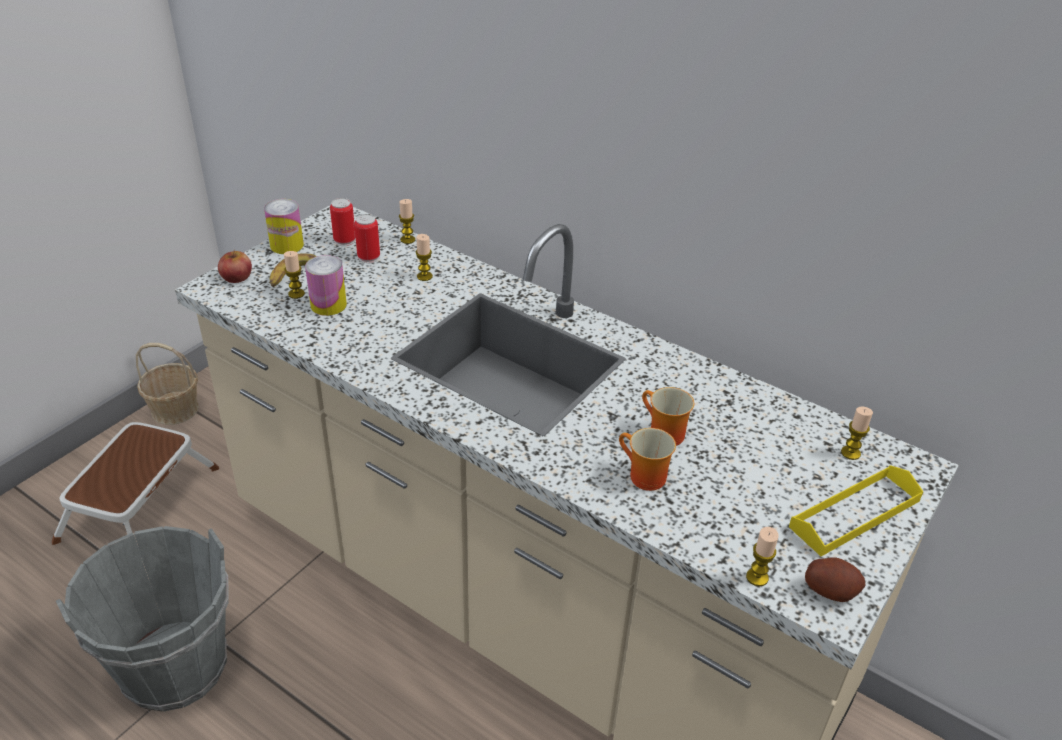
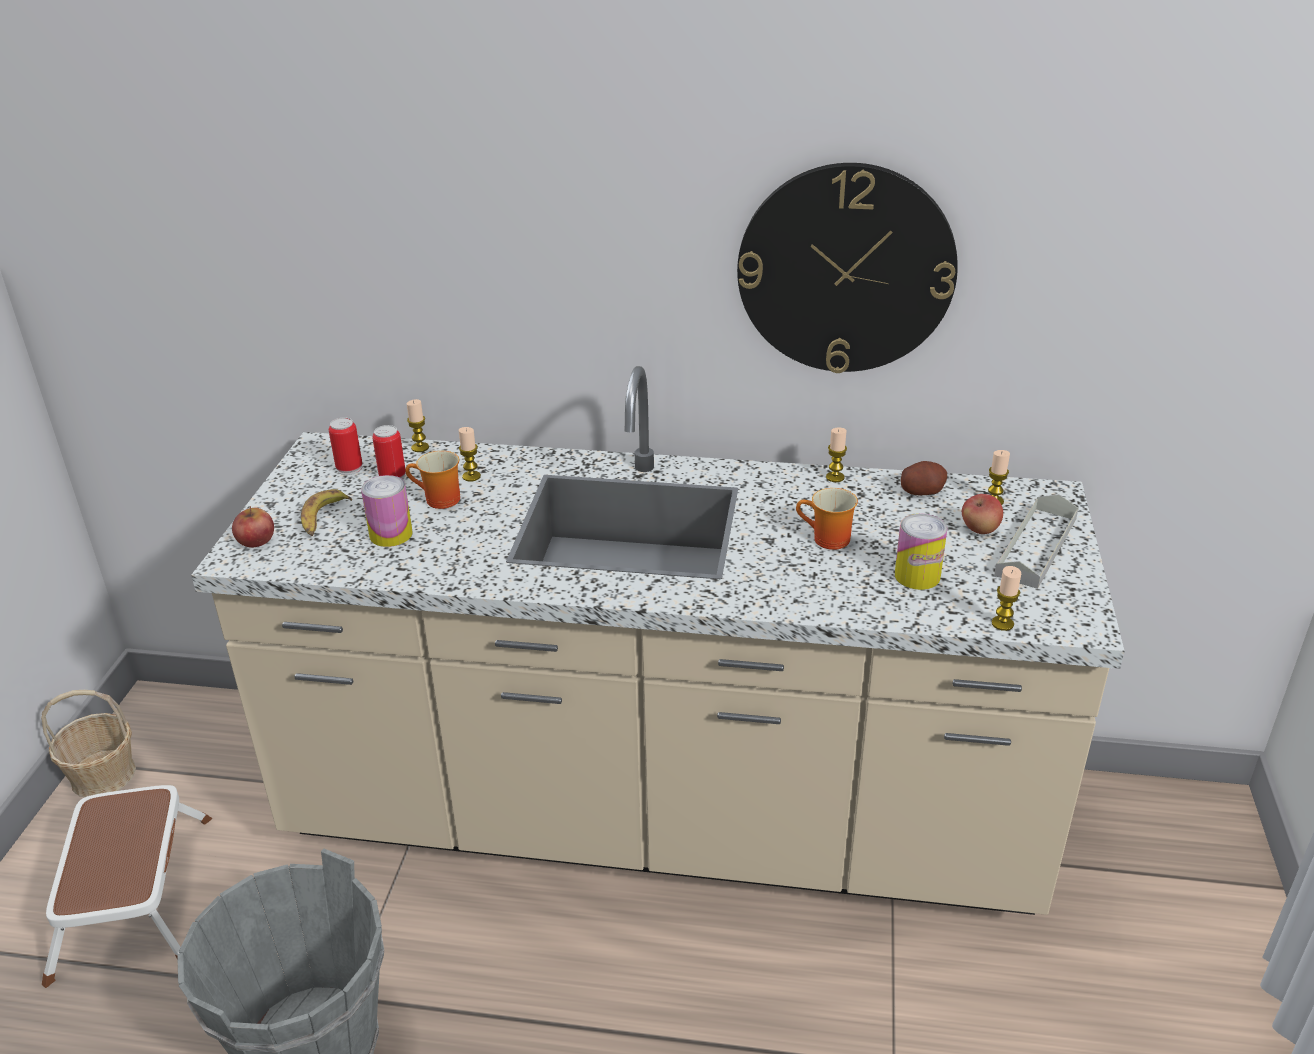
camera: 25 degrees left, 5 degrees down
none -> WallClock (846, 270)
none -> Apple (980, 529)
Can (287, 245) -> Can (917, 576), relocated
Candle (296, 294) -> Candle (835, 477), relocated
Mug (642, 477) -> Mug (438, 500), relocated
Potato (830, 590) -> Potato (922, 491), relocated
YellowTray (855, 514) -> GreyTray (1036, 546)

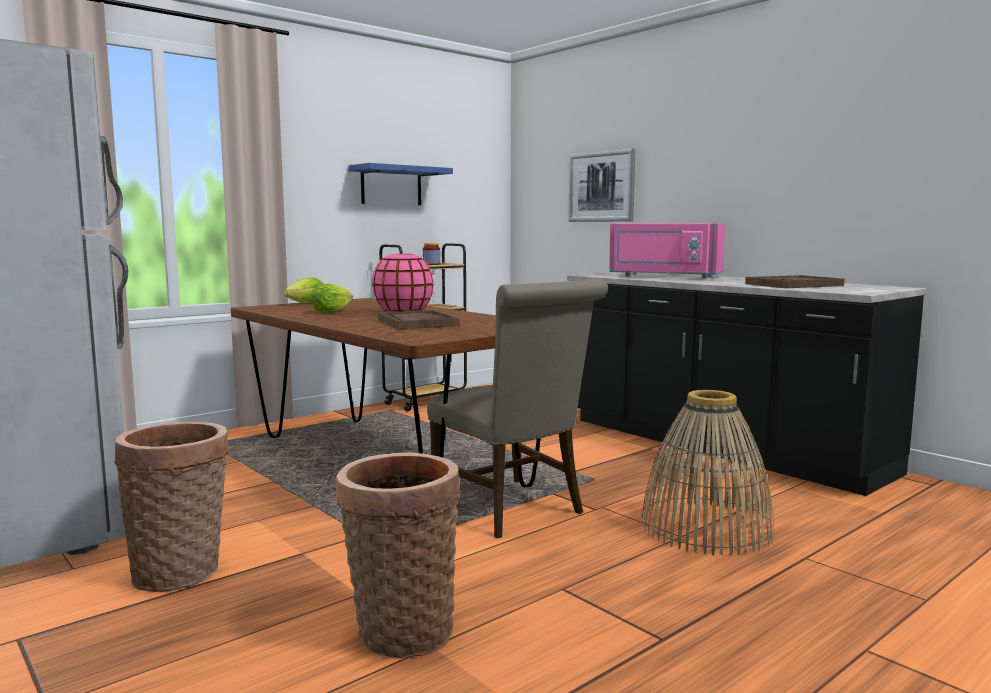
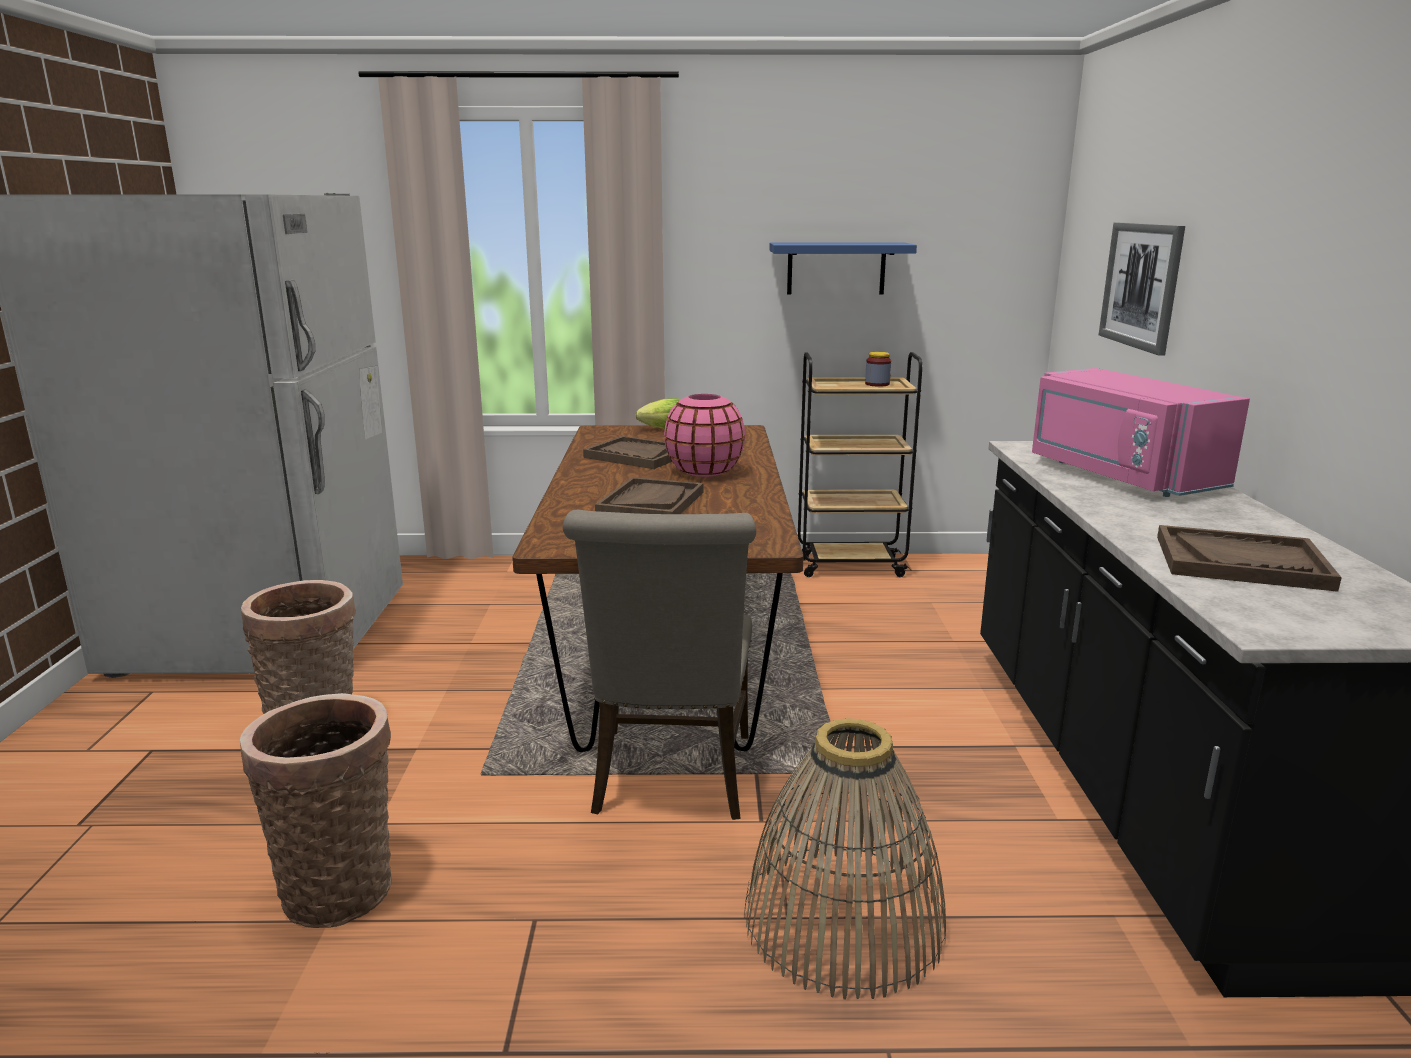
camera: 40 degrees right, 10 degrees up
Lettuce (330, 312) -> BrownTray (637, 455)

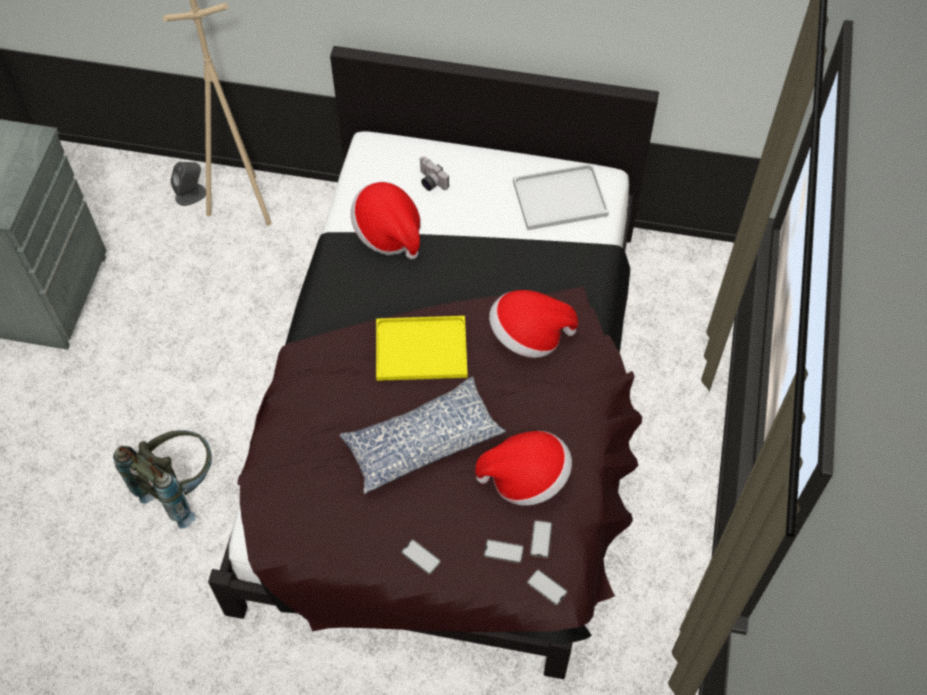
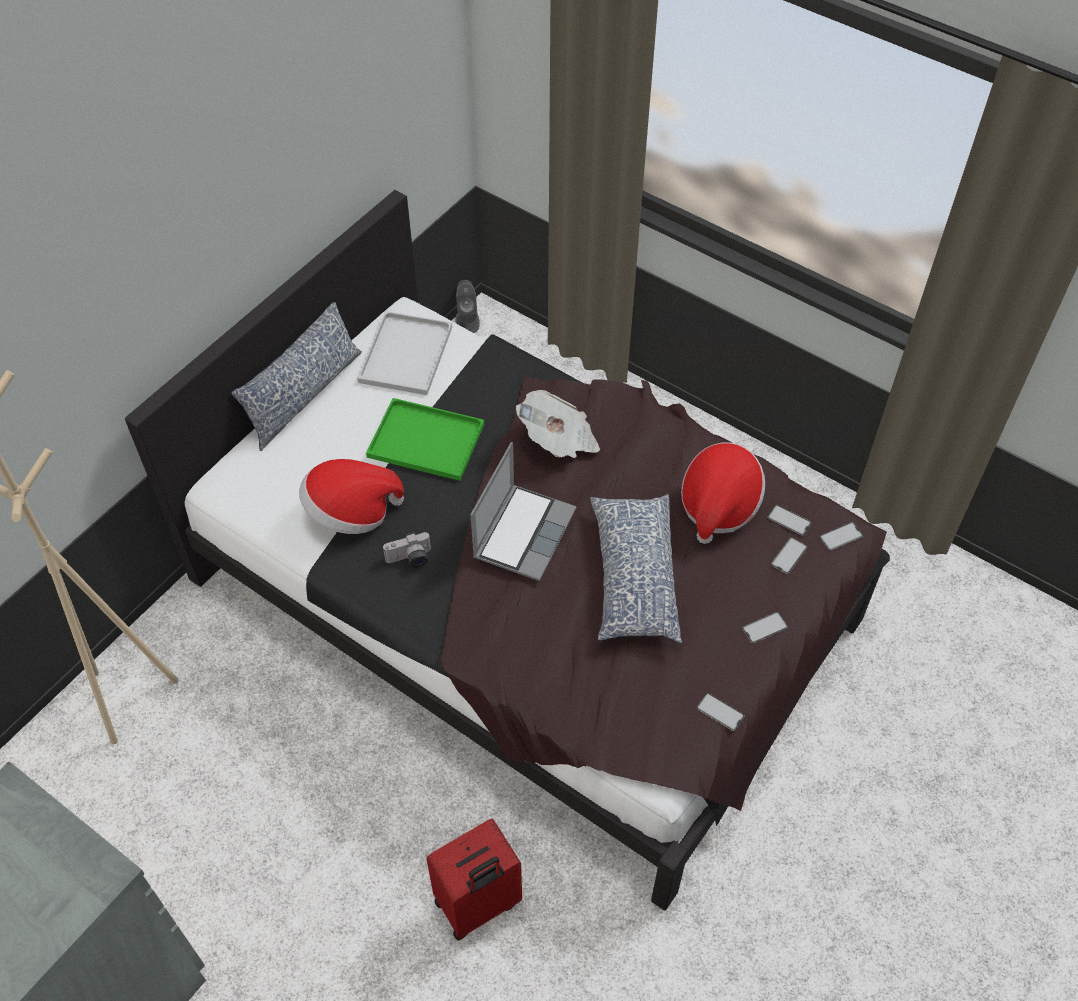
camera: 65 degrees left, 5 degrees down
none -> Pillow (304, 395)
none -> GreenTray (428, 440)
none -> Phone (720, 712)
GreySpeaker (191, 194) -> GreySpeaker (467, 321), relocated
PhotoCamera (430, 182) -> PhotoCamera (410, 559), relocated
GreyBackpack (180, 486) -> RedSuitcase (478, 905)
YellowTray (423, 348) -> Laptop (523, 532)
Hat (529, 335) -> Newspaper (559, 440)

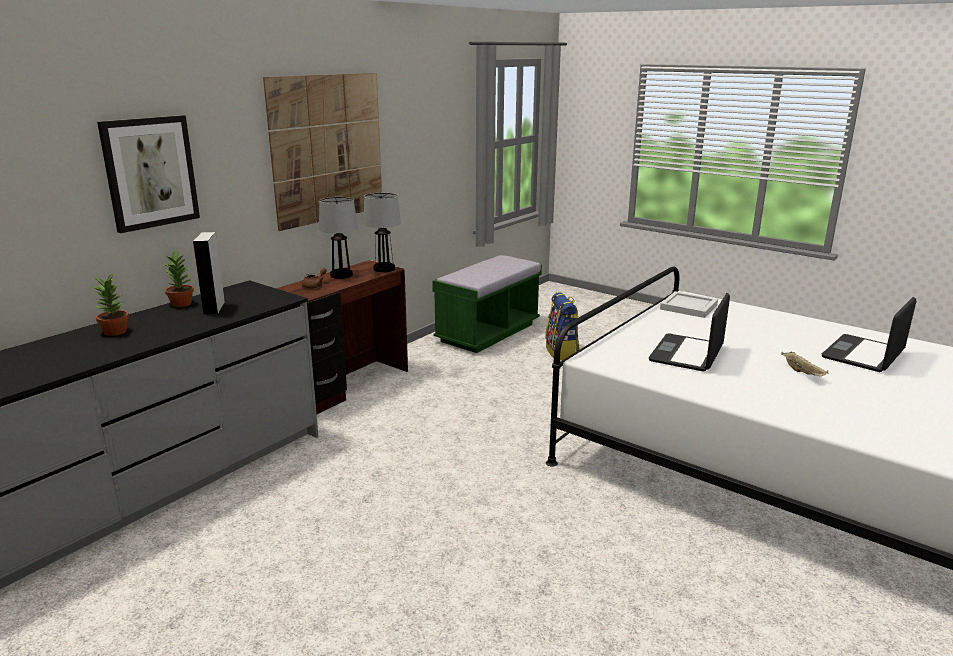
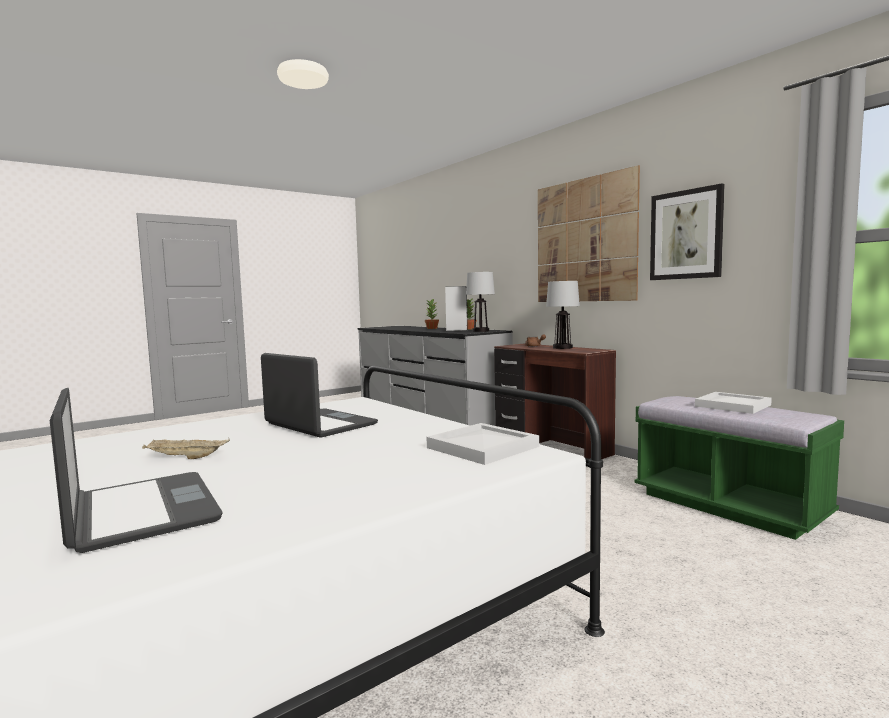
camera: 105 degrees right, 15 degrees down
Backpack (562, 352) -> none
none -> WhiteTray (732, 405)
Picture (150, 172) -> Picture (686, 235), relocated
TableLamp (383, 269) -> TableLamp (481, 331), relocated

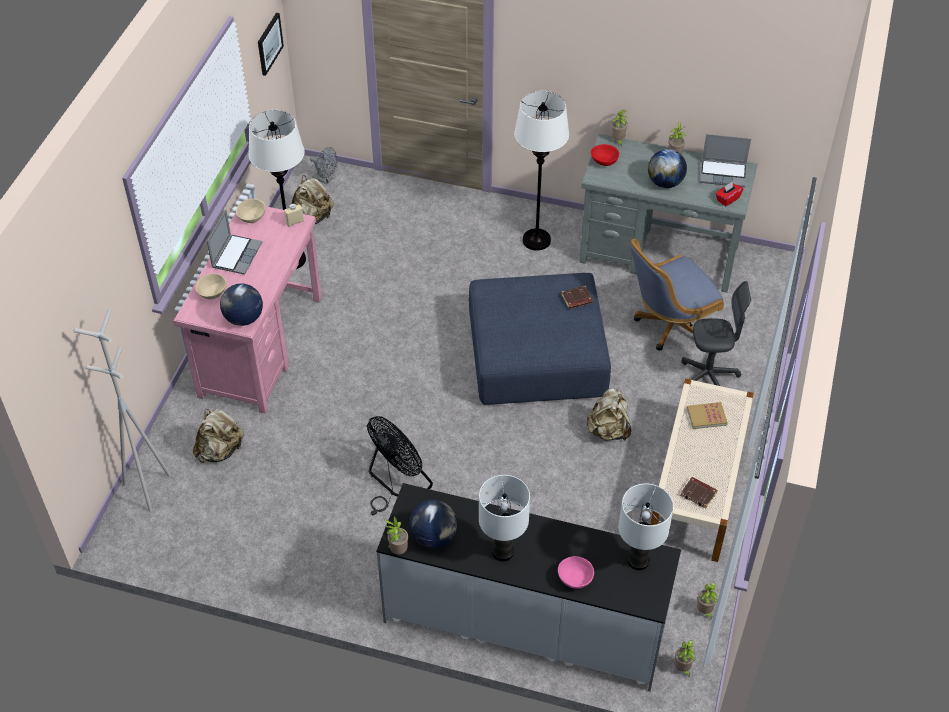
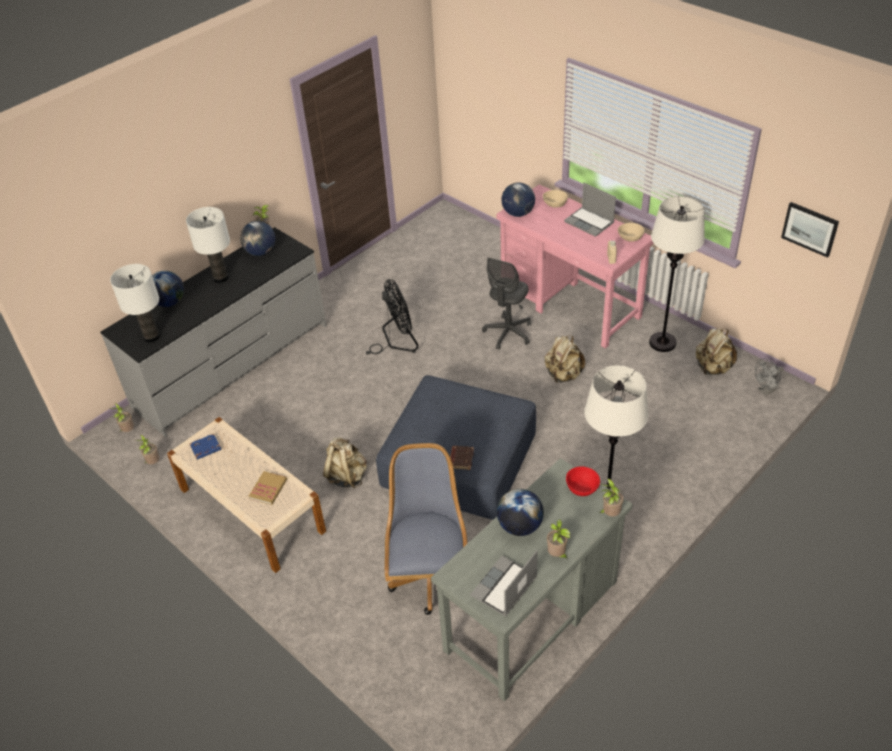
camera: 120 degrees right, 5 degrees down
GreyClothesRack (148, 489) -> none
RedTissueBox (727, 199) -> none
BeigeBackpack (220, 450) -> BeigeBackpack (563, 375), relocated
GreyOfficeChair (709, 376) -> GreyOfficeChair (508, 333), relocated
PinkBowl (575, 579) -> Globe (169, 302)
BrownBook (699, 494) -> BlueBook (205, 449)
BlackFan (392, 480) -> BlackFan (395, 337), 90 degrees counterclockwise

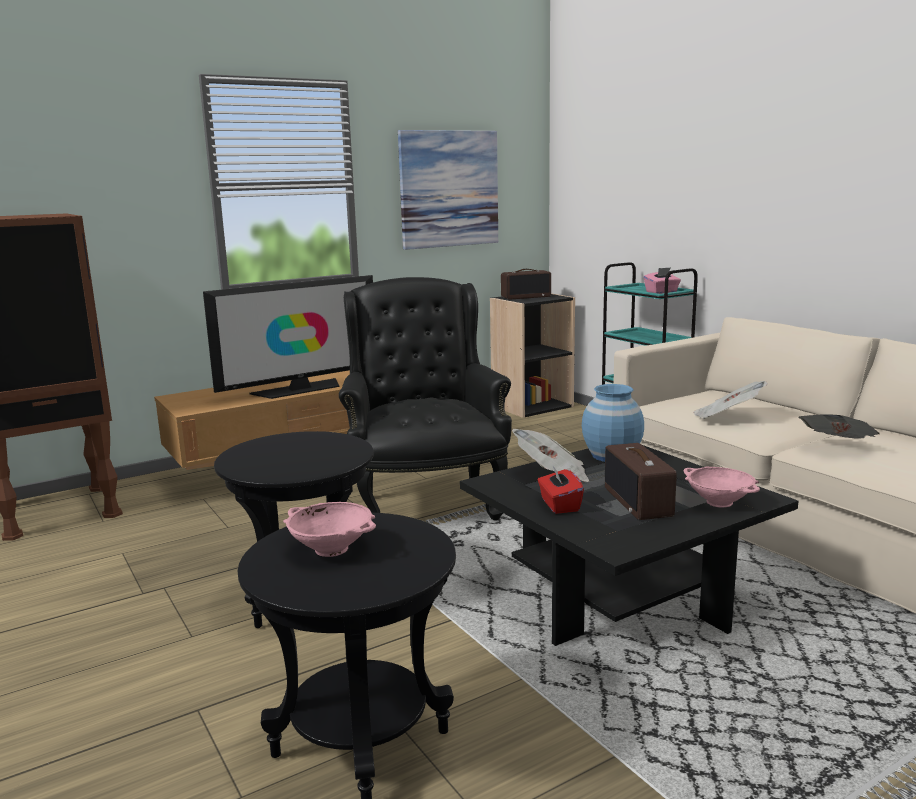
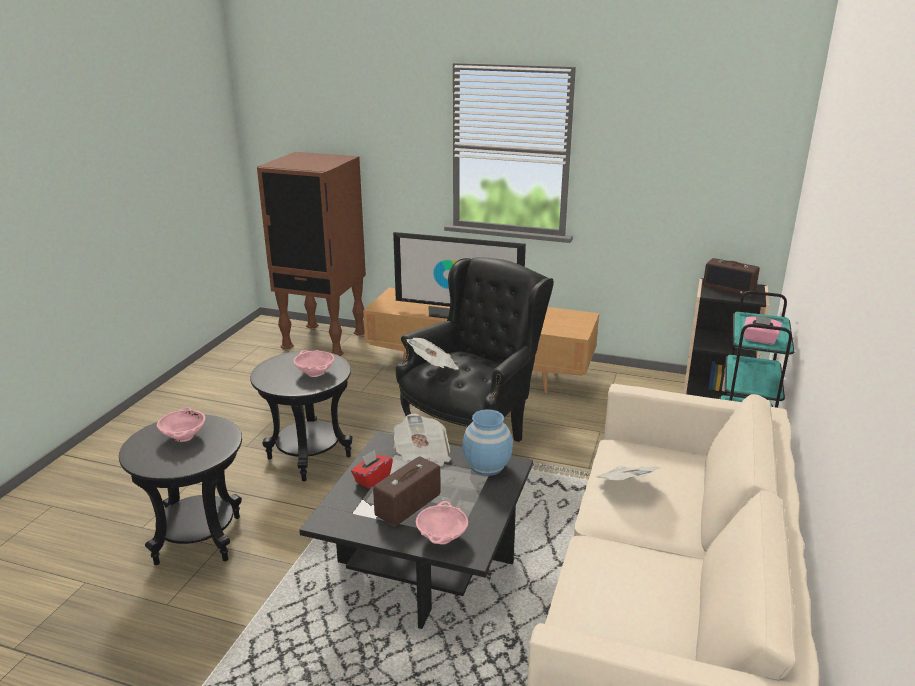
camera: 50 degrees right, 10 degrees up
Picture (449, 189) -> none
none -> PinkBowl (315, 373)
Newspaper (837, 446) -> Newspaper (433, 366), relocated

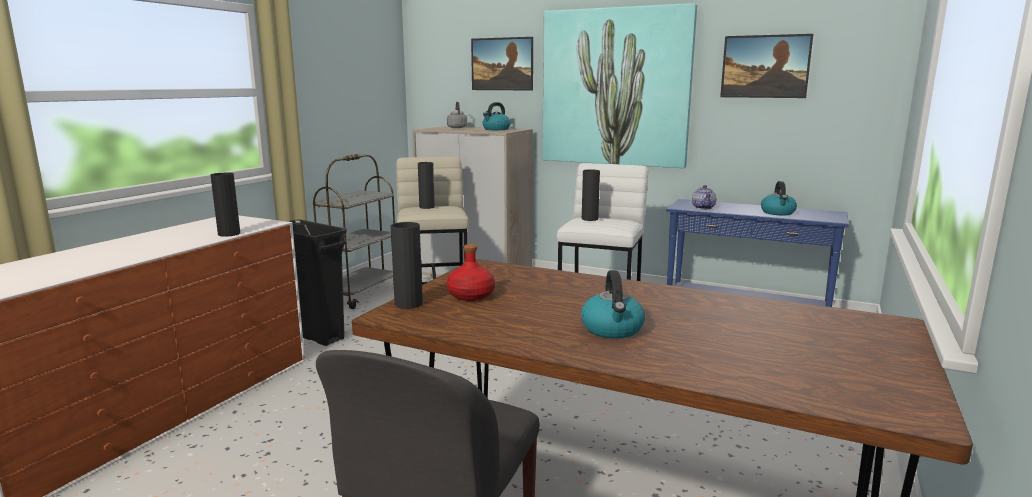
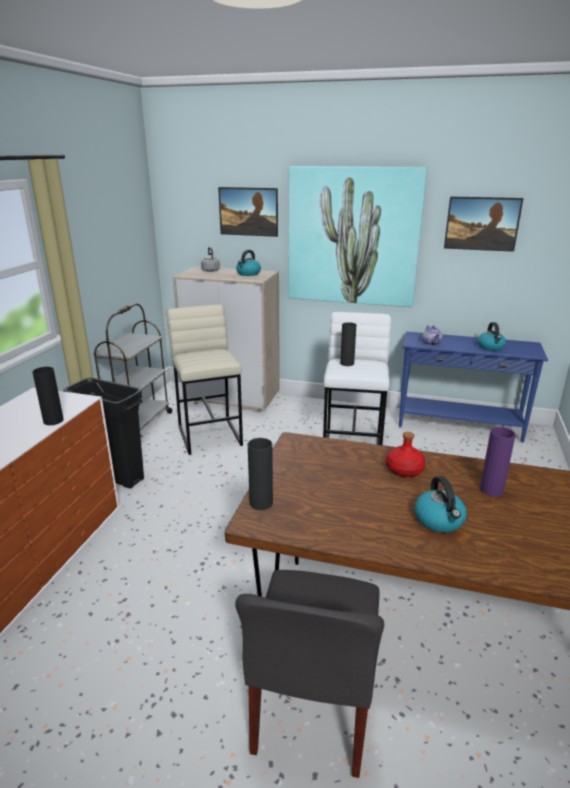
camera: 10 degrees left, 10 degrees up
BlackVase (427, 207) -> none
none -> PurpleVase (491, 490)
RedBottle (471, 295) -> RedBottle (404, 469), relocated

